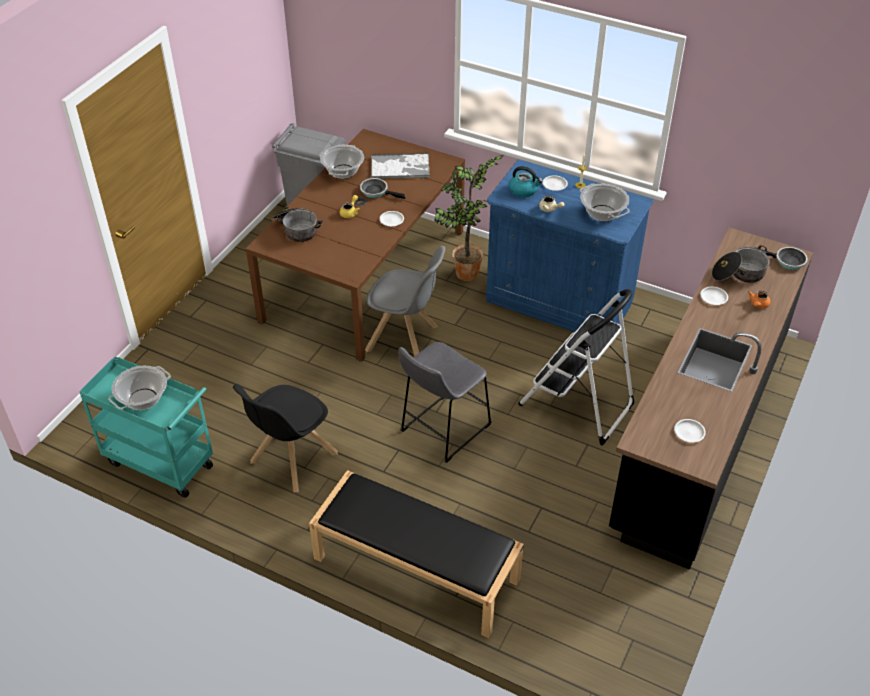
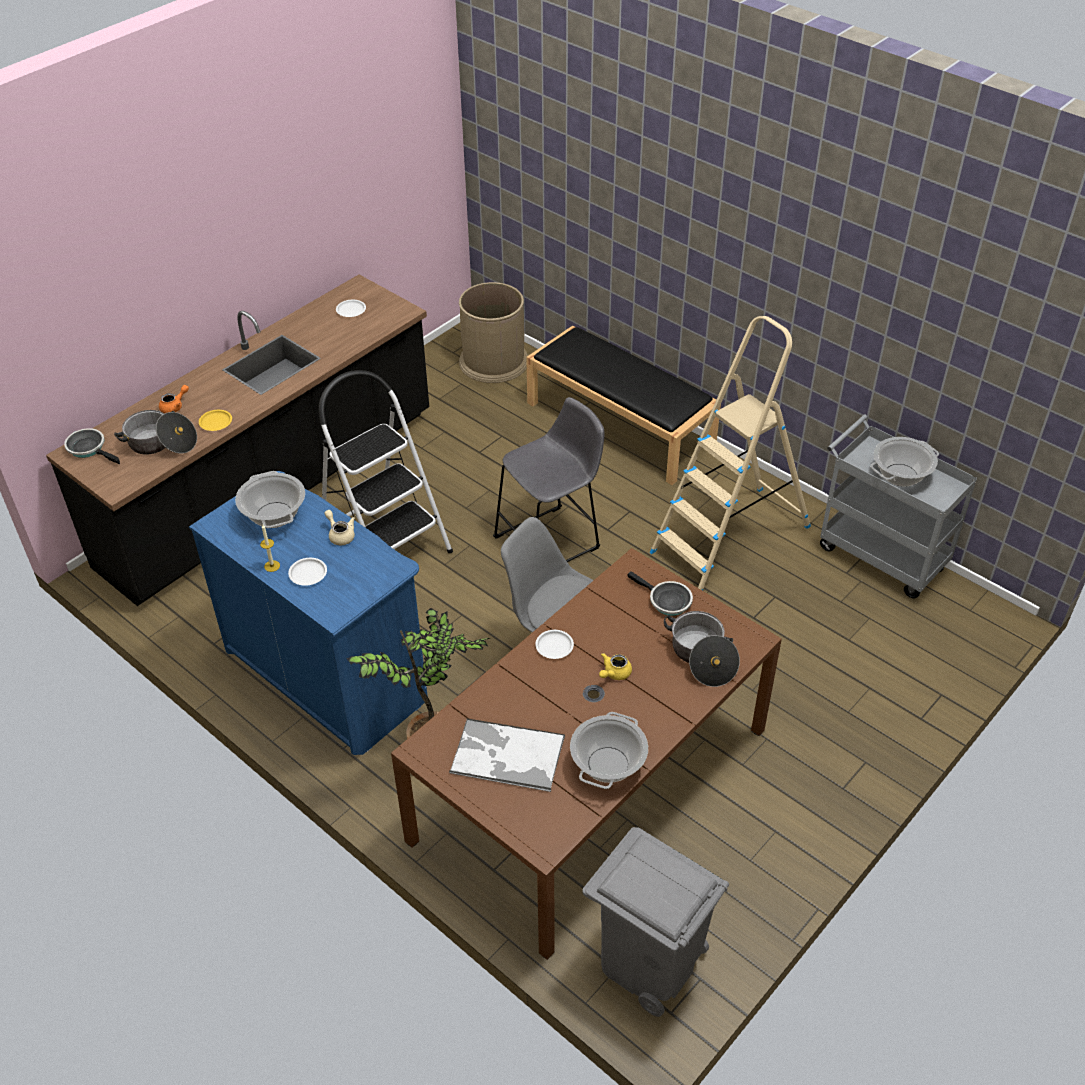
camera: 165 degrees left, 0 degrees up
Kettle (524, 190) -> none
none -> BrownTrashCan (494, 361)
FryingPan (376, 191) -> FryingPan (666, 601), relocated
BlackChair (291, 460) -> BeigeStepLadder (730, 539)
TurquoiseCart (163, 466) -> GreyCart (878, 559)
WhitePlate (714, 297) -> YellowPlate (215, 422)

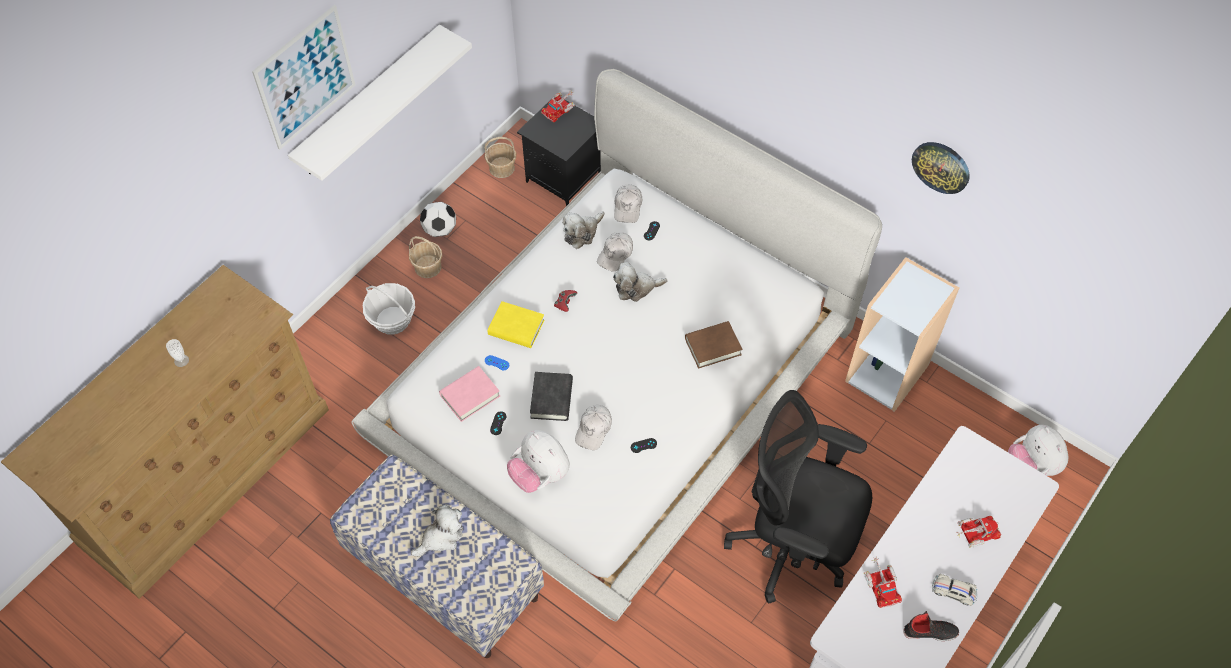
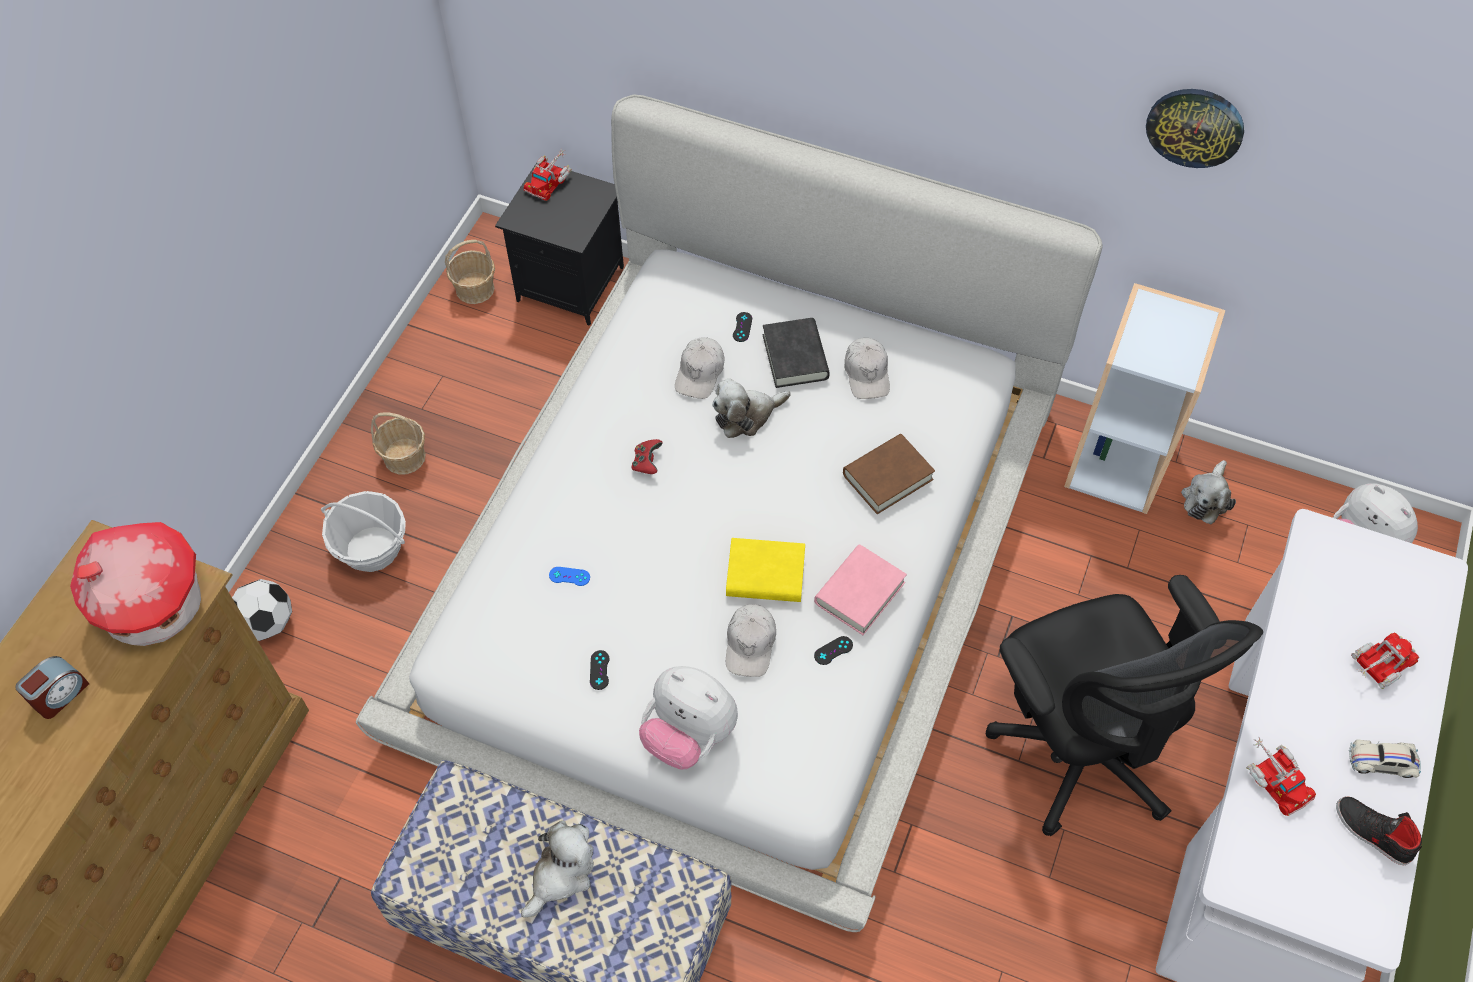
camera: 15 degrees left, 0 degrees up
Picture (305, 78) -> none
WhiteShelf (369, 102) -> none
none -> ToyHouse (152, 607)
Football (440, 230) -> Football (268, 623), relocated
PinkBook (470, 396) -> PinkBook (859, 593), relocated
YellowBook (516, 328) -> YellowBook (765, 575), relocated
BlackBook (551, 399) -> BlackBook (795, 357), relocated
PlushToy (582, 233) -> PlushToy (1206, 498), relocated
WhiteCap (628, 207) -> WhiteCap (867, 373), relocated
Cup (181, 360) -> AlarmClock (60, 695)
BlackOfficeChair (796, 545) -> BlackOfficeChair (1075, 743), 120 degrees counterclockwise
BlackShoe (930, 631) -> BlackShoe (1372, 833), 120 degrees counterclockwise

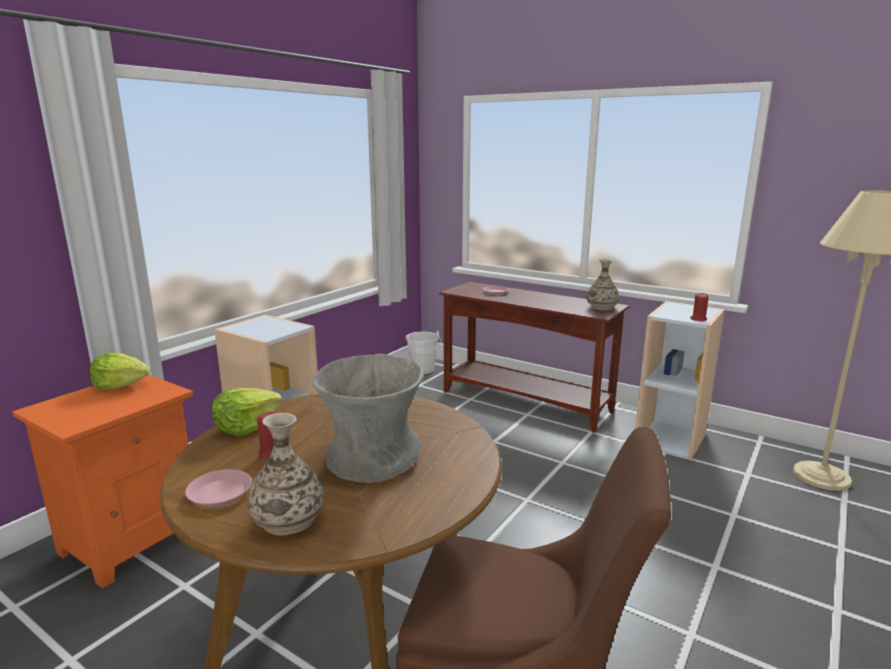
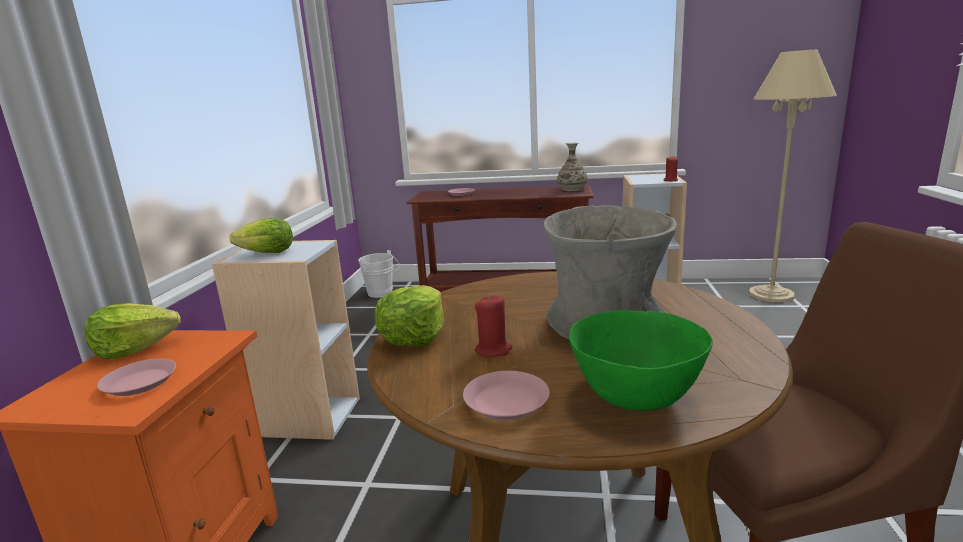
camera: 25 degrees left, 0 degrees up
none -> PinkPlate (140, 382)
none -> Lettuce (267, 253)
Vase (288, 520) -> GreenBowl (635, 399)

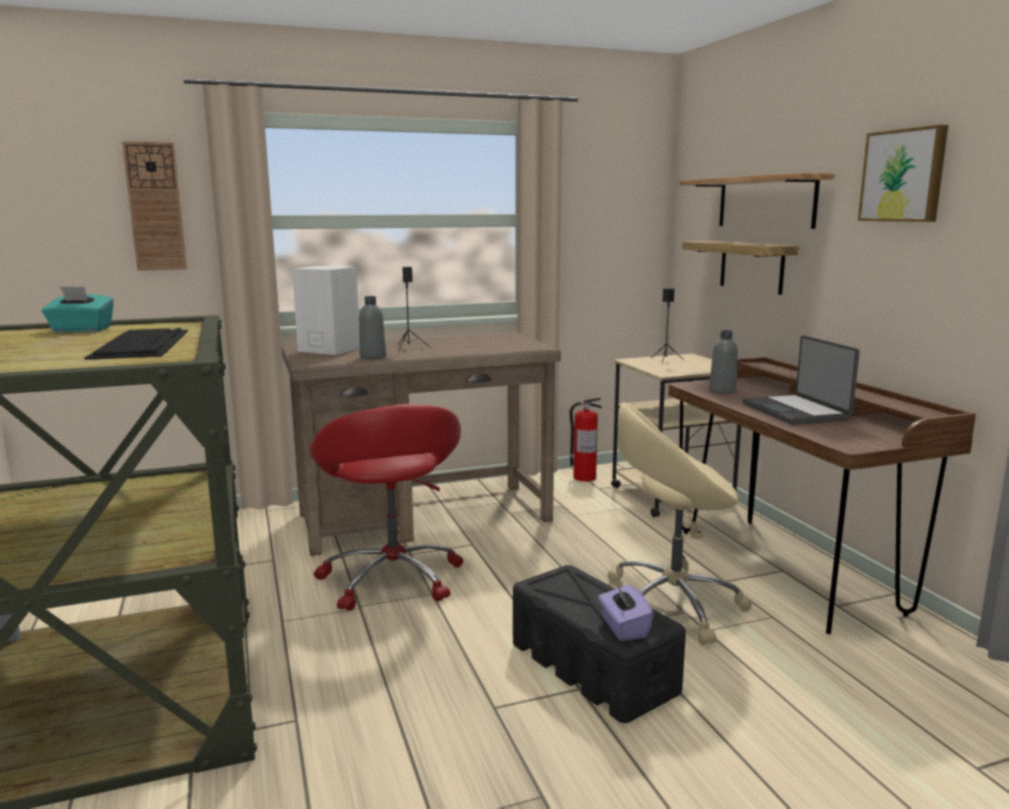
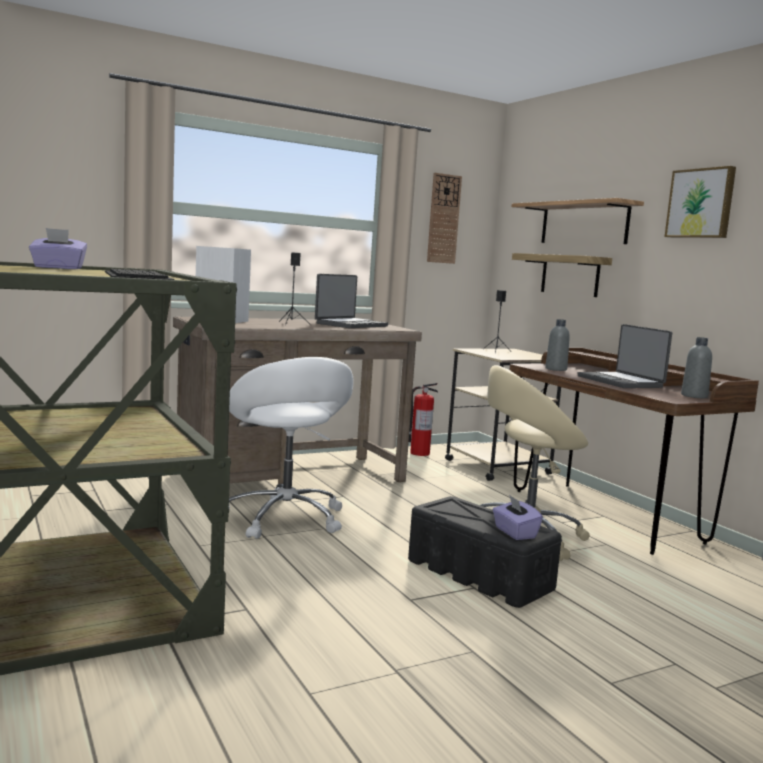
camera: 10 degrees left, 5 degrees down
none -> Laptop (350, 325)
WallClock (155, 207) -> WallClock (443, 219), relocated
GreyBottle (373, 357) -> GreyBottle (694, 396), relocated
TurquoiseTissueBox (81, 330) -> PurpleTissueBox (58, 268)
RedOfficeChair (393, 581) -> WhiteOfficeChair (285, 519)

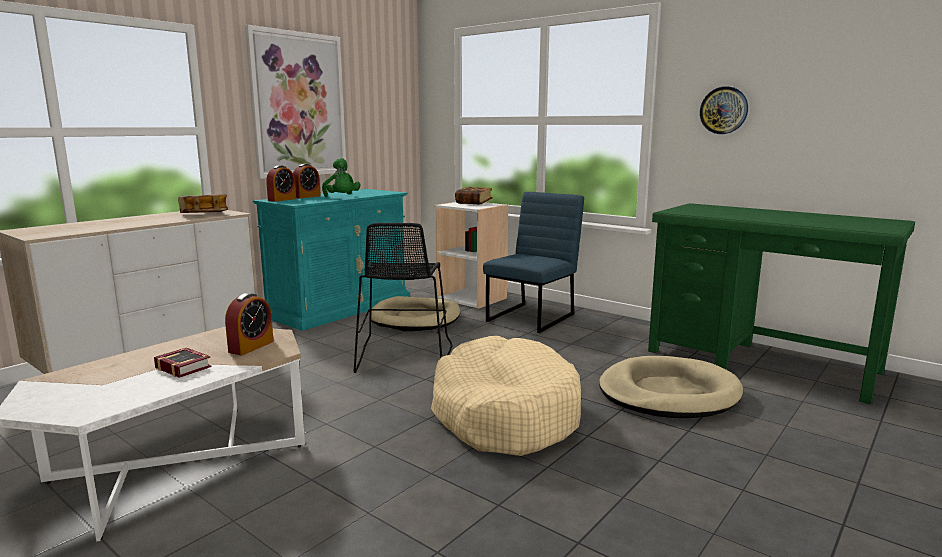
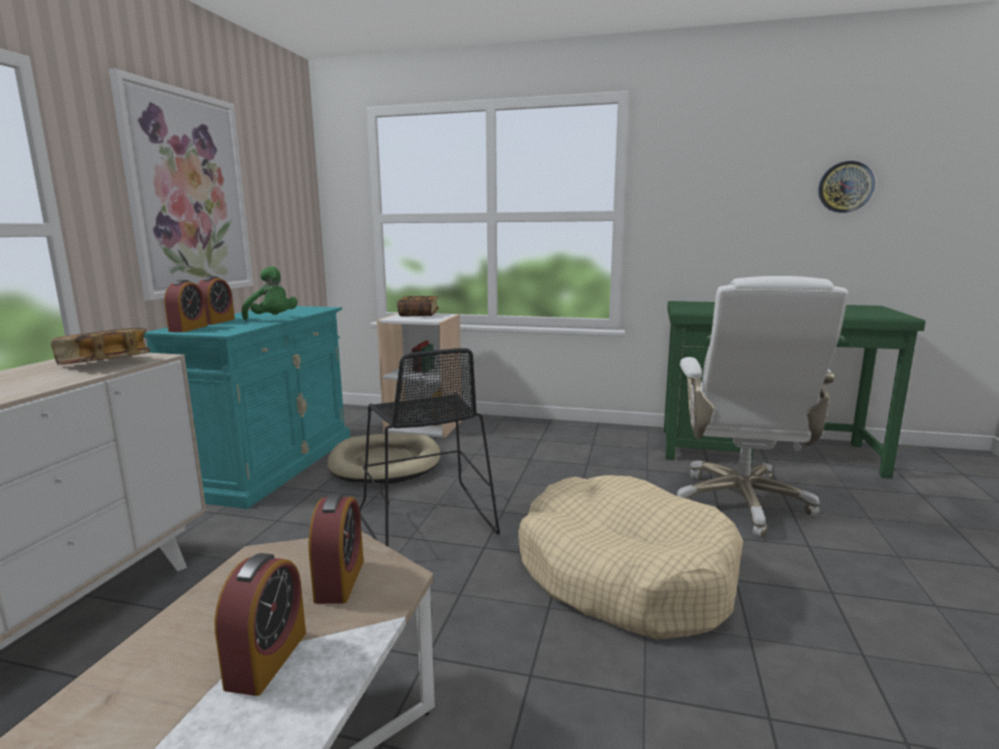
camera: 25 degrees left, 0 degrees up
BlueChair (532, 317) -> none
WallClock (724, 110) -> WallClock (845, 187), relocated
Book (183, 366) -> AlarmClock (267, 659)
BeigeDogBed (668, 393) -> WhiteOfficeChair (740, 505)

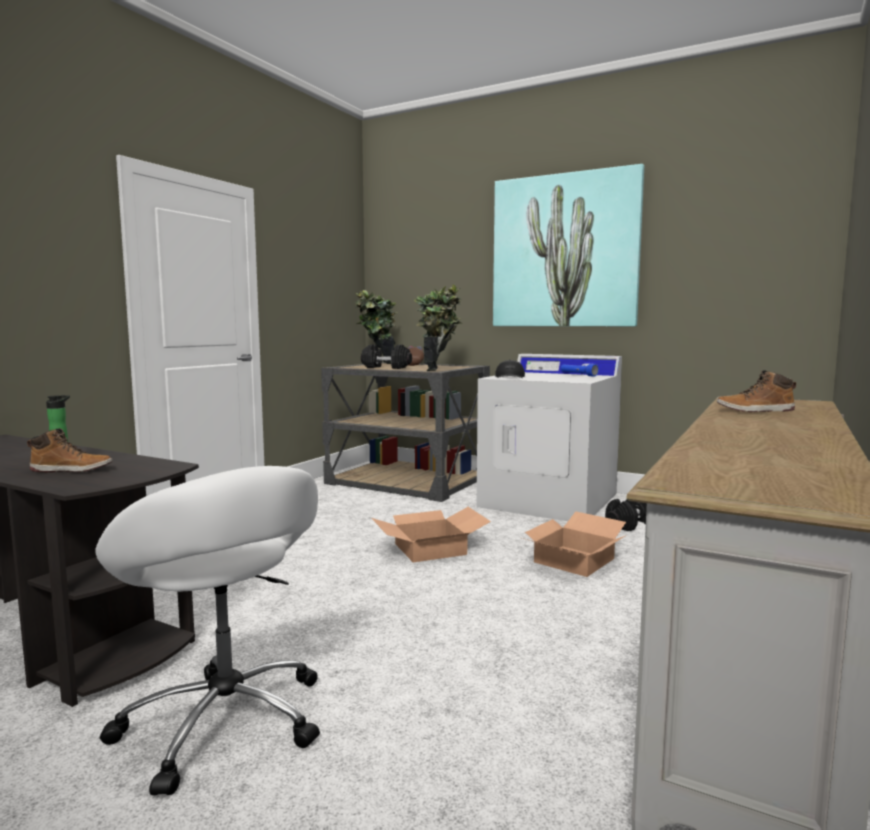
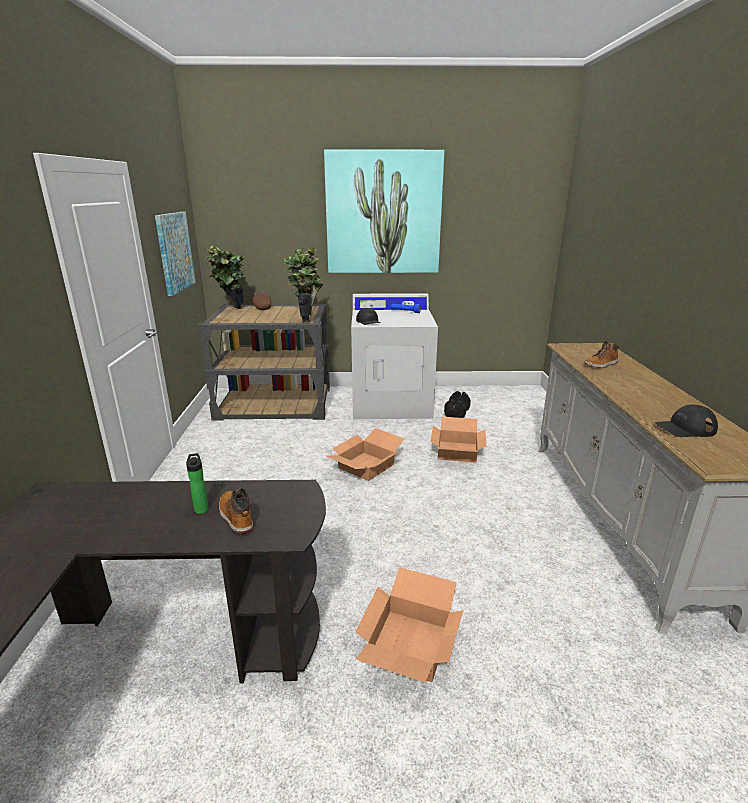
camera: 30 degrees left, 15 degrees up
BlackDumbbell (386, 367) -> none
none -> Picture (174, 252)
none -> BlackCap (685, 428)
WhiteOfficeChair (226, 725) -> CardboardBox (410, 645)
Boot (72, 470) -> Boot (236, 517), 90 degrees counterclockwise

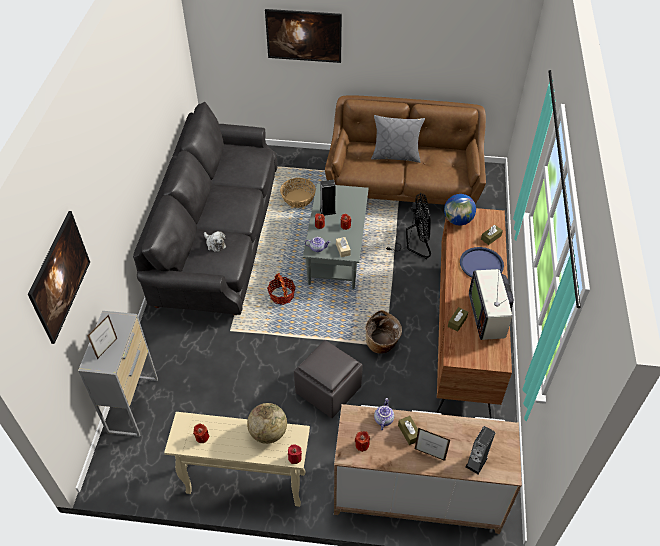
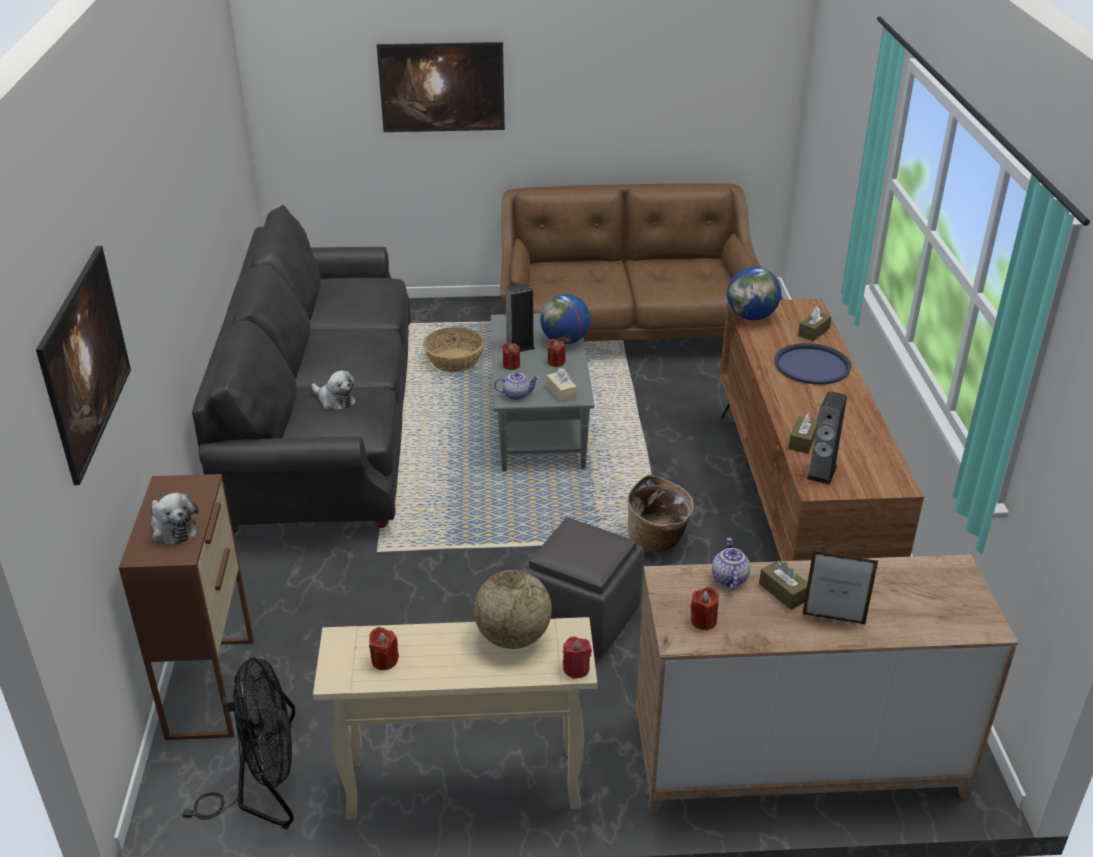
camera: 10 degrees left, 15 degrees down
Basket (282, 295) -> none
GreyPillow (396, 155) -> none
Television (489, 316) -> none
none -> Globe (565, 341)
BlackFan (414, 241) -> BlackFan (260, 782), relocated
Speaker (476, 462) -> Speaker (822, 472), relocated
PictureFrame (107, 348) -> PlushToy (173, 528)
GreyCabinet (134, 404) -> BrownCabinet (214, 686)

